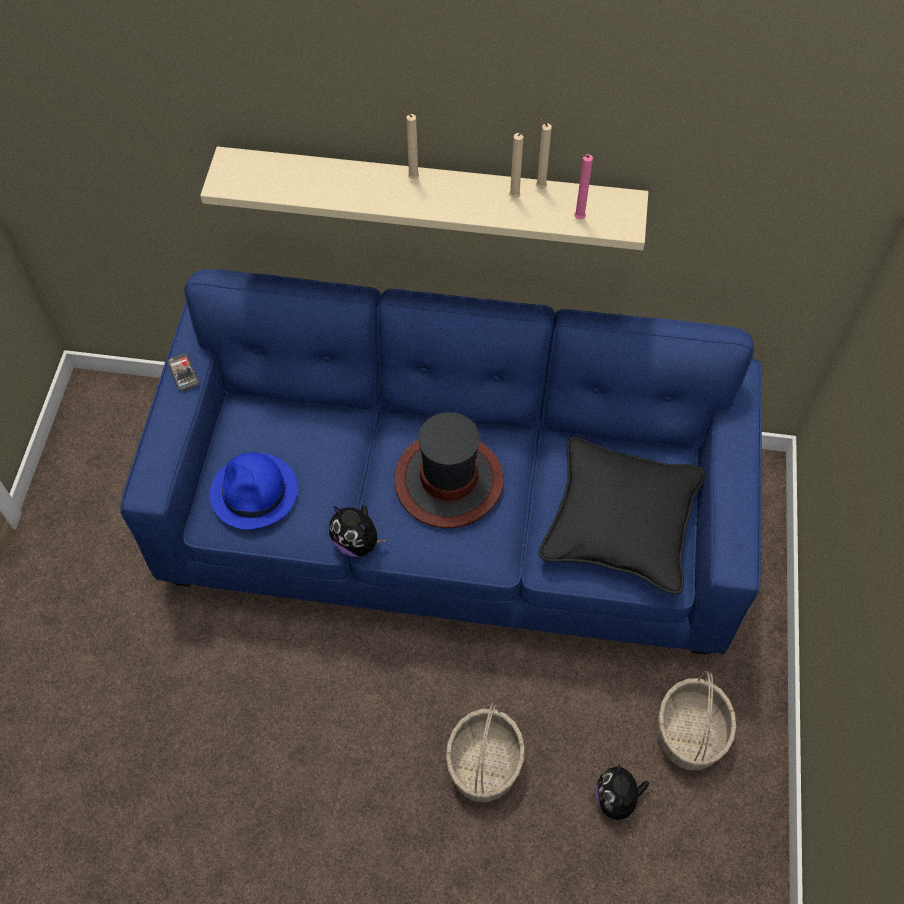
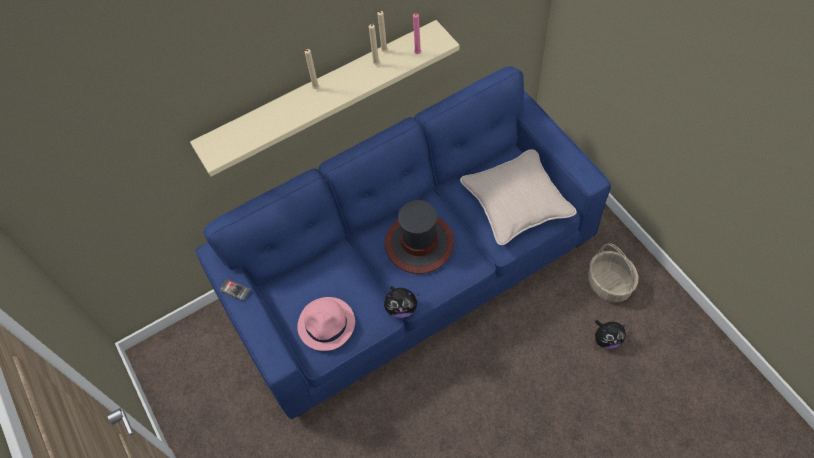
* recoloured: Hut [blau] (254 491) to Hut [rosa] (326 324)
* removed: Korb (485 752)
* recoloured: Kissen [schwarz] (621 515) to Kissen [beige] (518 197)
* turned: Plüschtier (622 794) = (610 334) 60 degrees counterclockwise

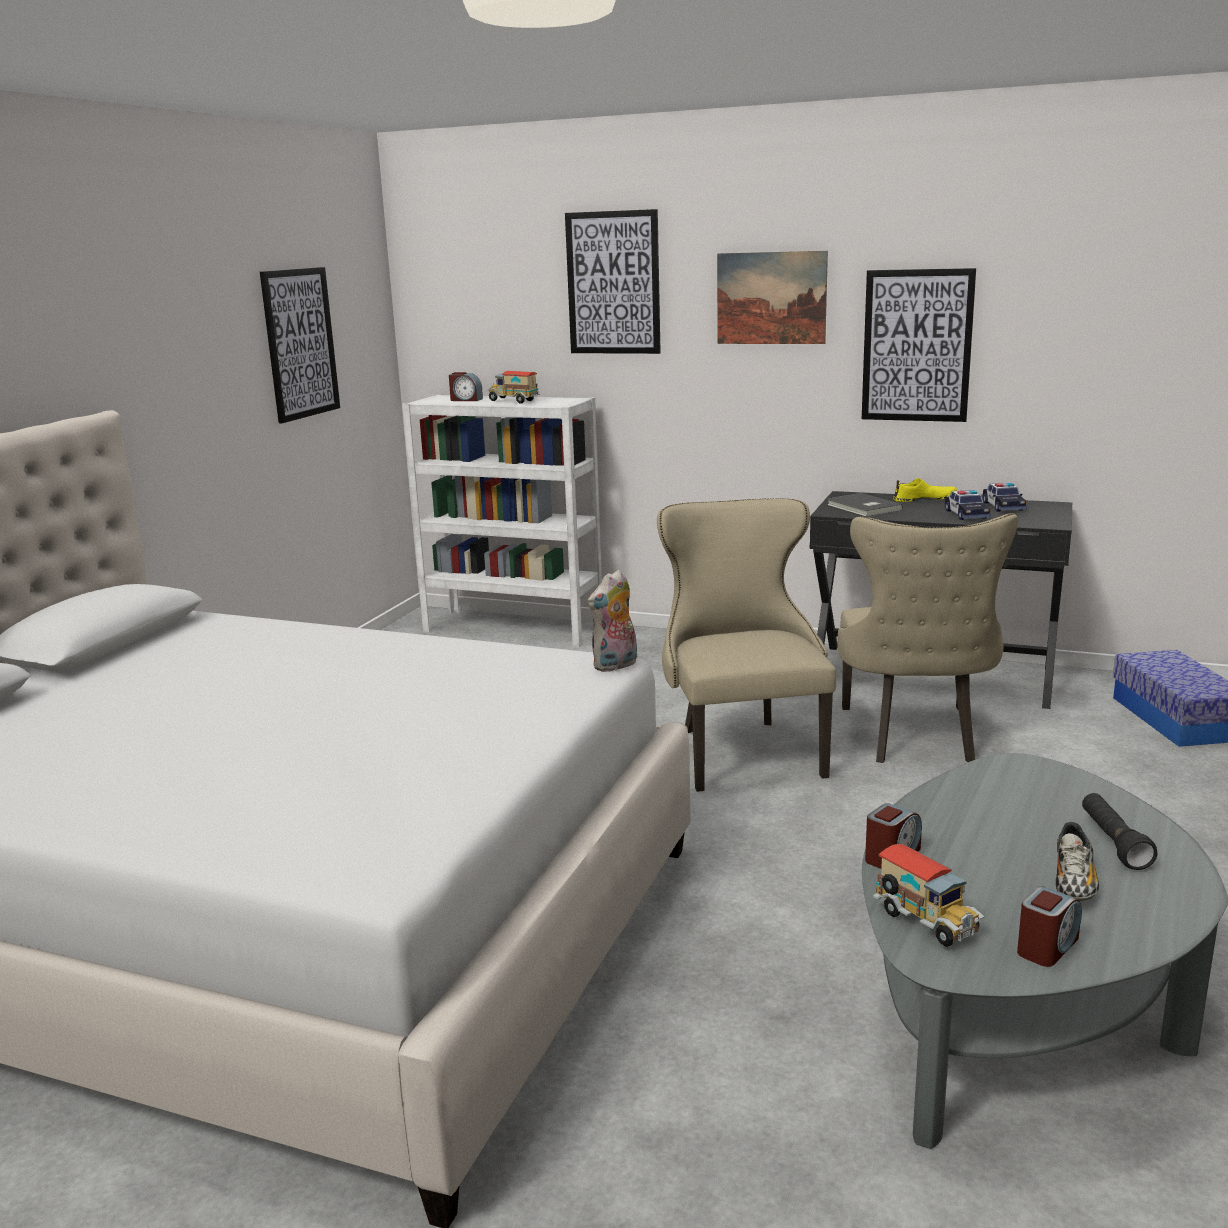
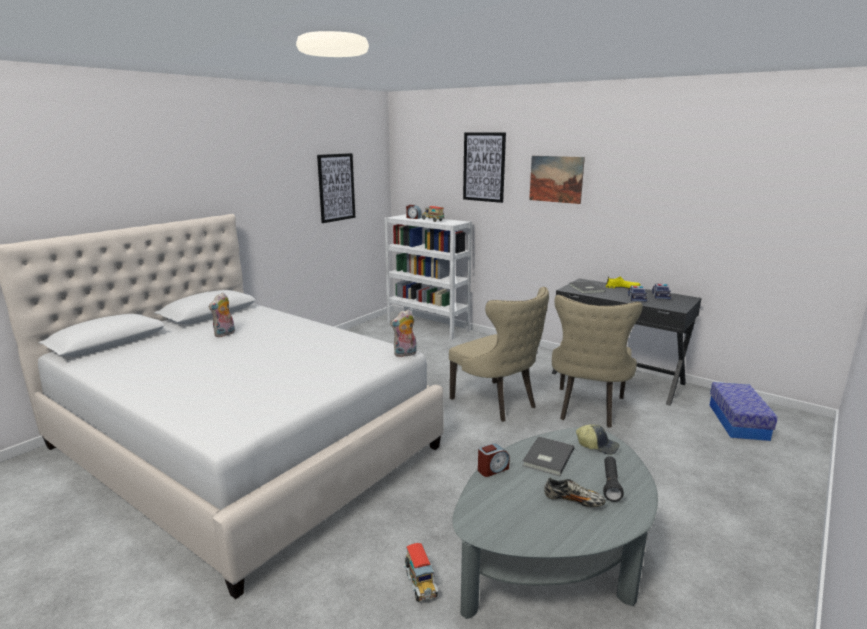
* turned: Stuhl [beige] (746 645) = (499 354) 135 degrees clockwise
* removed: Bild (919 345)
* moved: Spielzeuglaster (929 895) to (421 572)
* removed: Wecker (1049 926)
* turned: Schuh (1077 861) = (575 492) 105 degrees counterclockwise
* added: Plüschtier (222 314)
* added: Buch [grau] (548 456)
* added: Kappe (598 439)

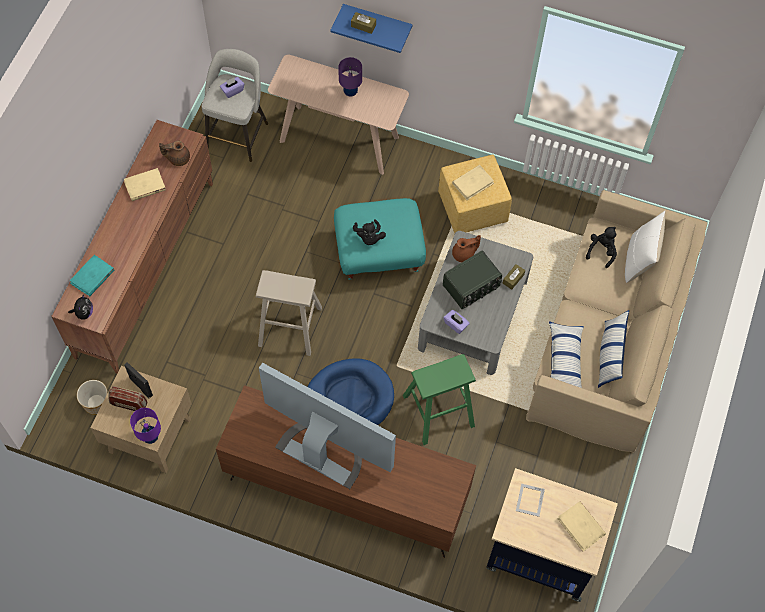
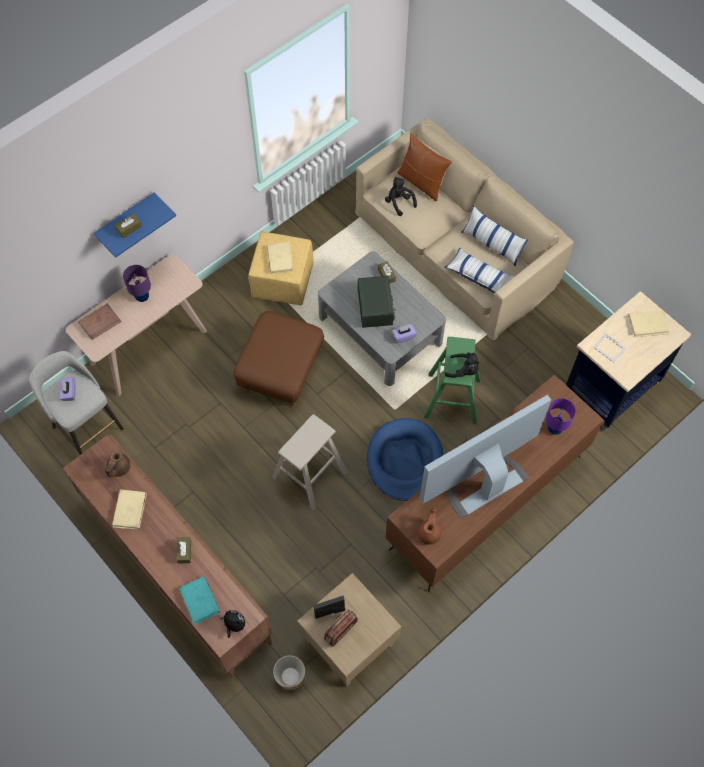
* moved: Tischlampe [lila] (145 426) to (561 416)
* recoloured: Polsterhocker [türkis] (380 239) to Polsterhocker [braun] (279 359)
* moved: Plüschtier [schwarz] (369 232) to (461 365)
* moved: Teekanne [braun] (466 248) to (429 526)
* recoloured: Kissen [weiß] (645 247) to Kissen [braun] (424 167)
* added: Buch [braun] (100 321)
* added: Taschentuchbox [braun] (184 550)

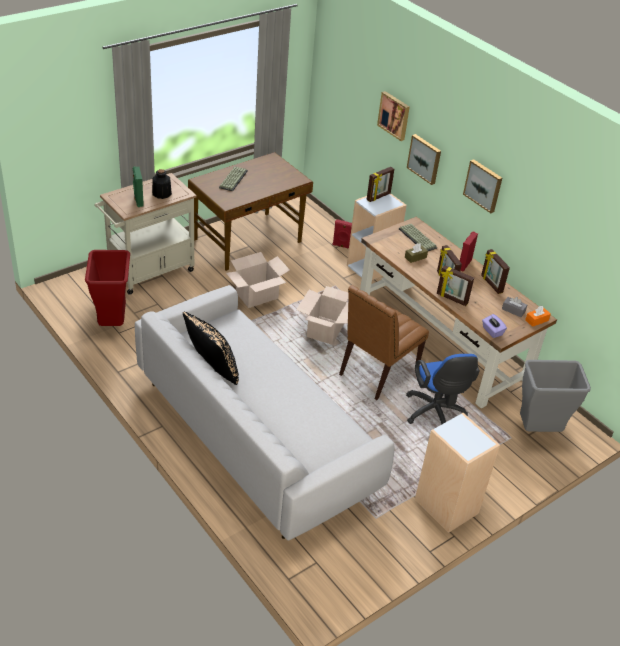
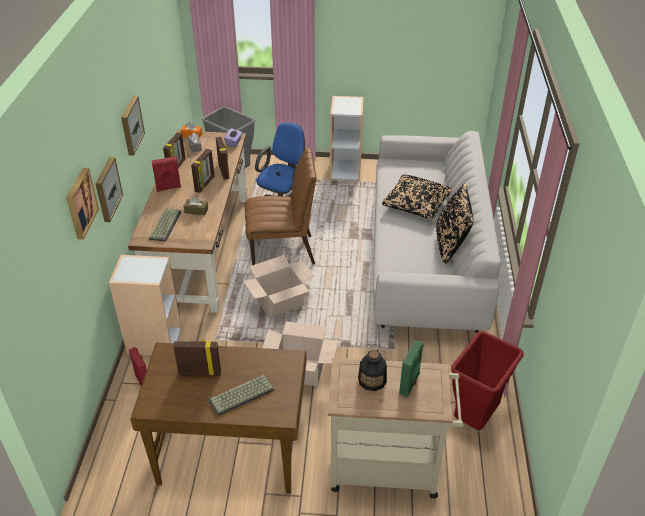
* moved: Bilderrahmen (380 184) to (197 358)
* added: Kissen [schwarz] (417 197)

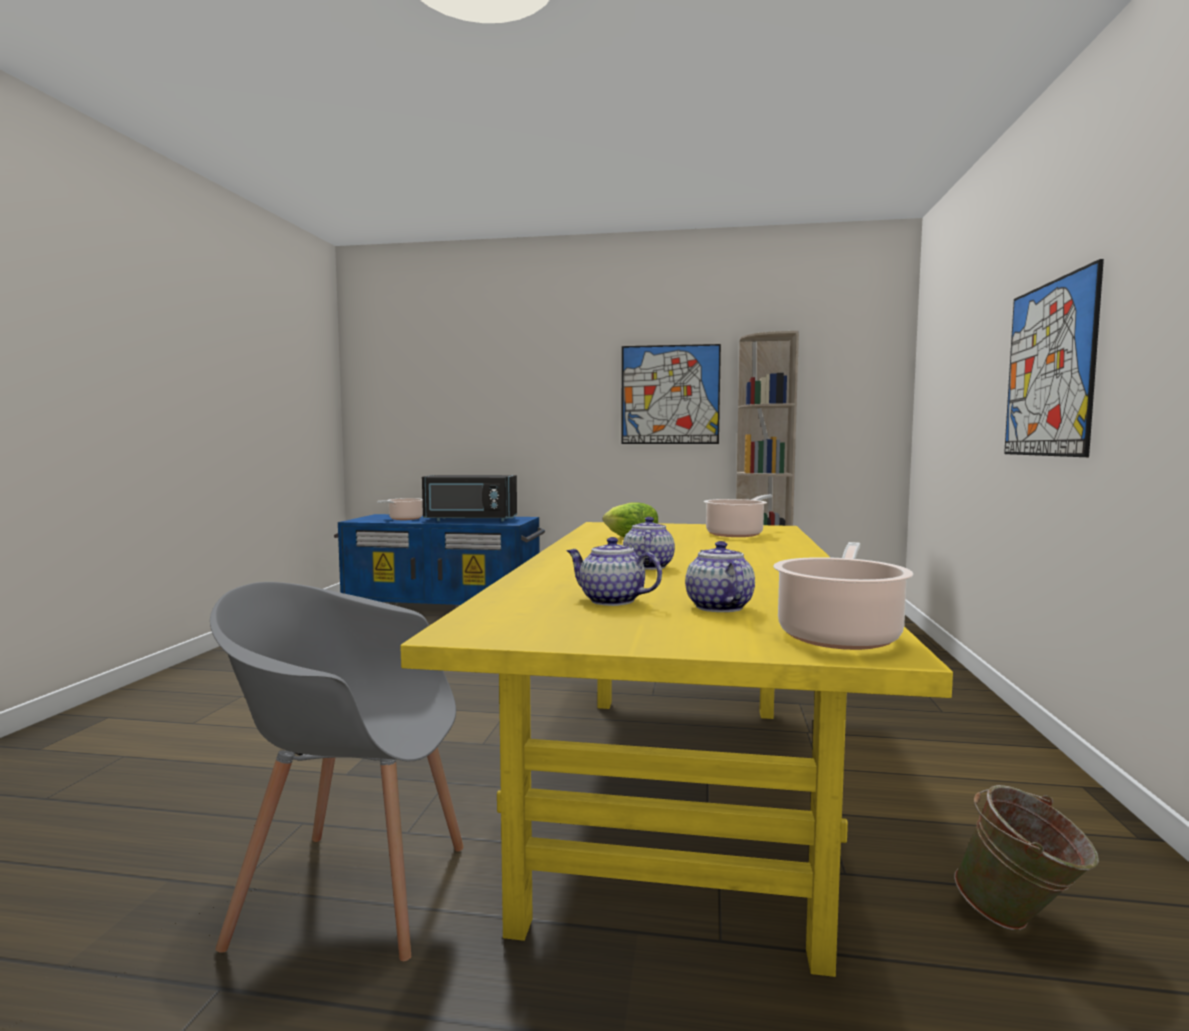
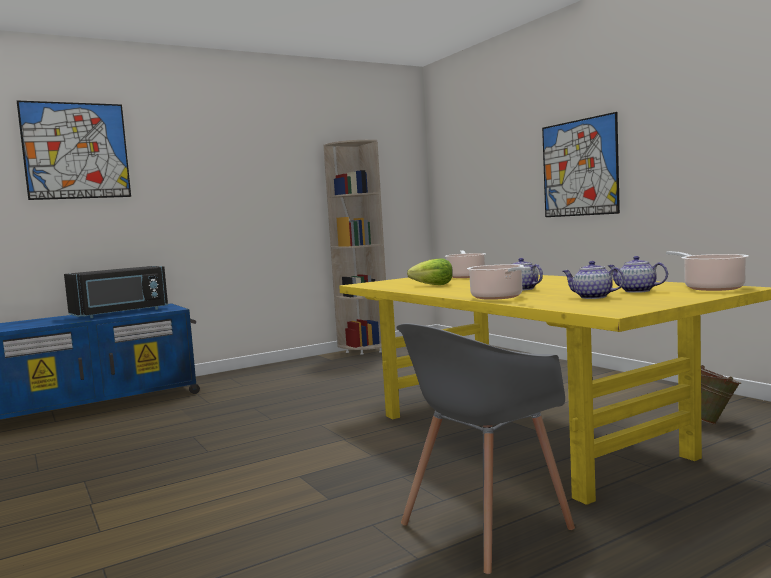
* moved: Kochtopf (400 509) to (498 282)
* turned: Teekanne (614 571) = (594 280) 45 degrees clockwise
* moved: Bild (671 394) to (74 150)

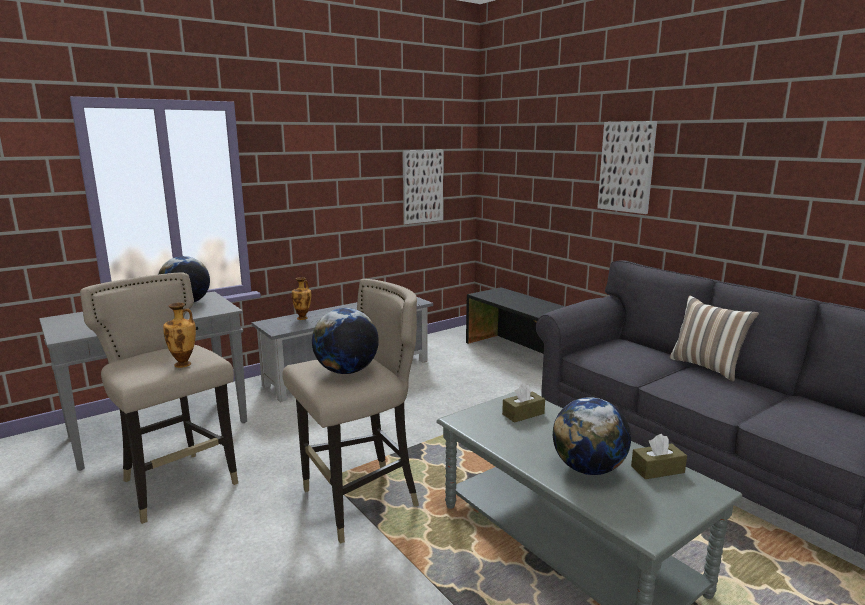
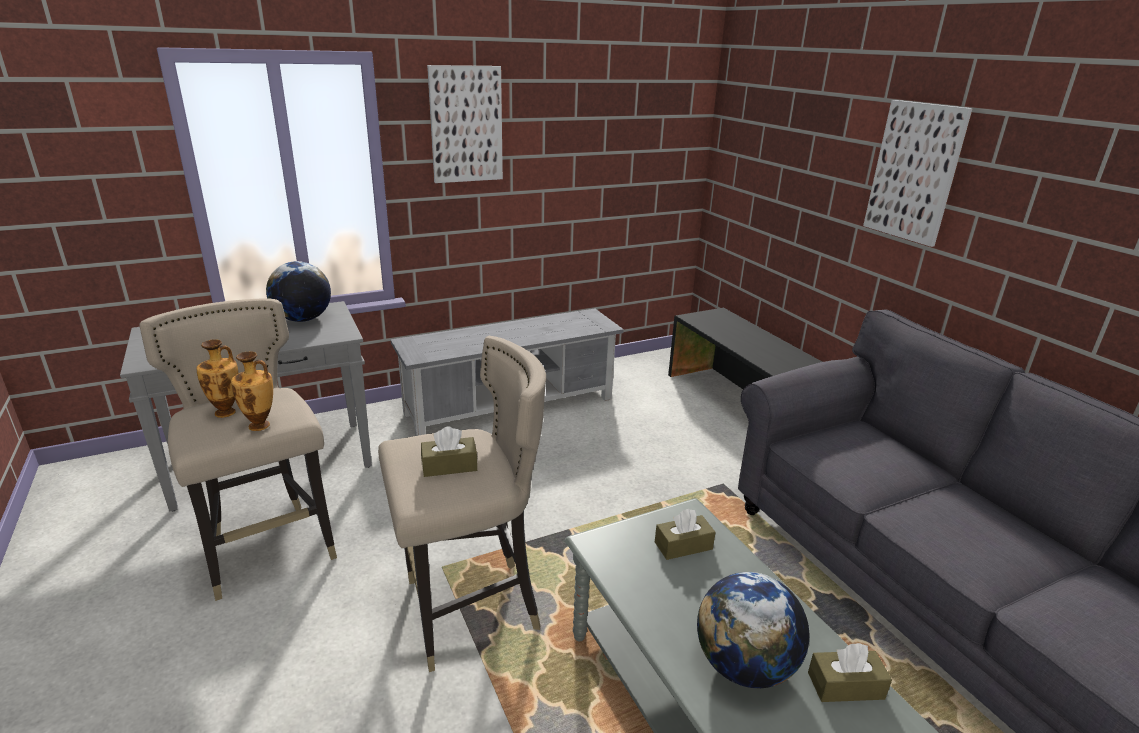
* moved: Vase (301 298) to (217 378)
* replaced: Globus (345 341) to Taschentuchbox [braun] (449 451)
* moved: Bild (423 187) to (465 124)
* removed: Kissen (714 338)

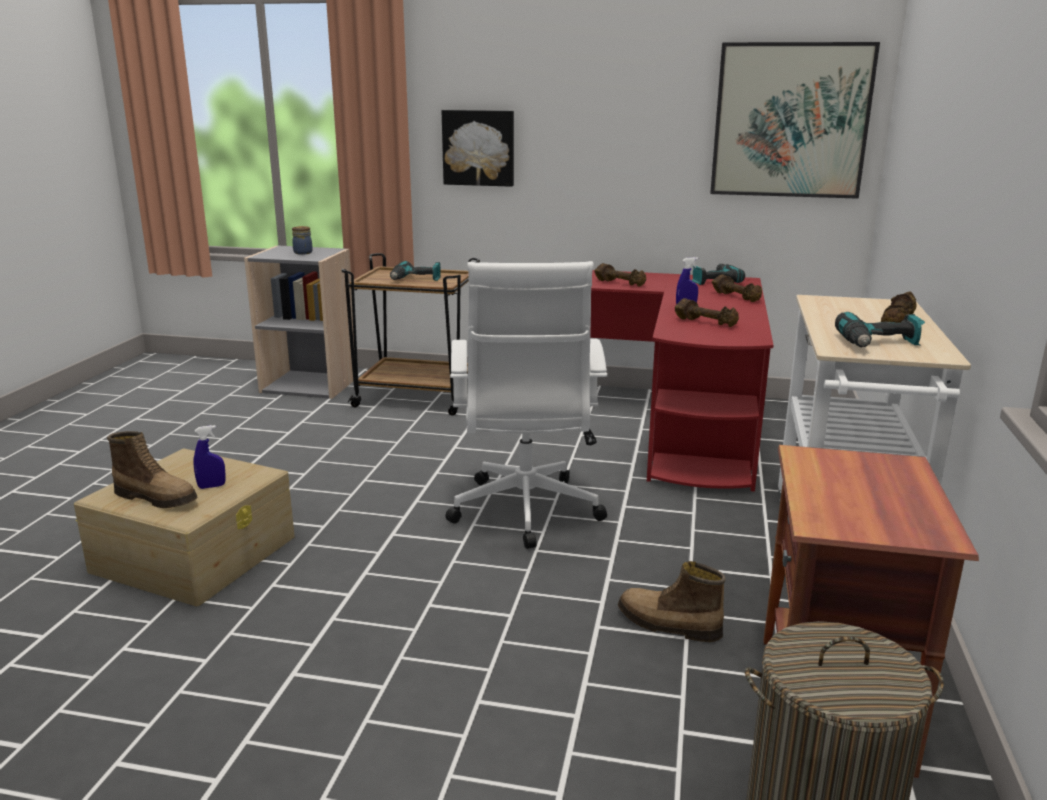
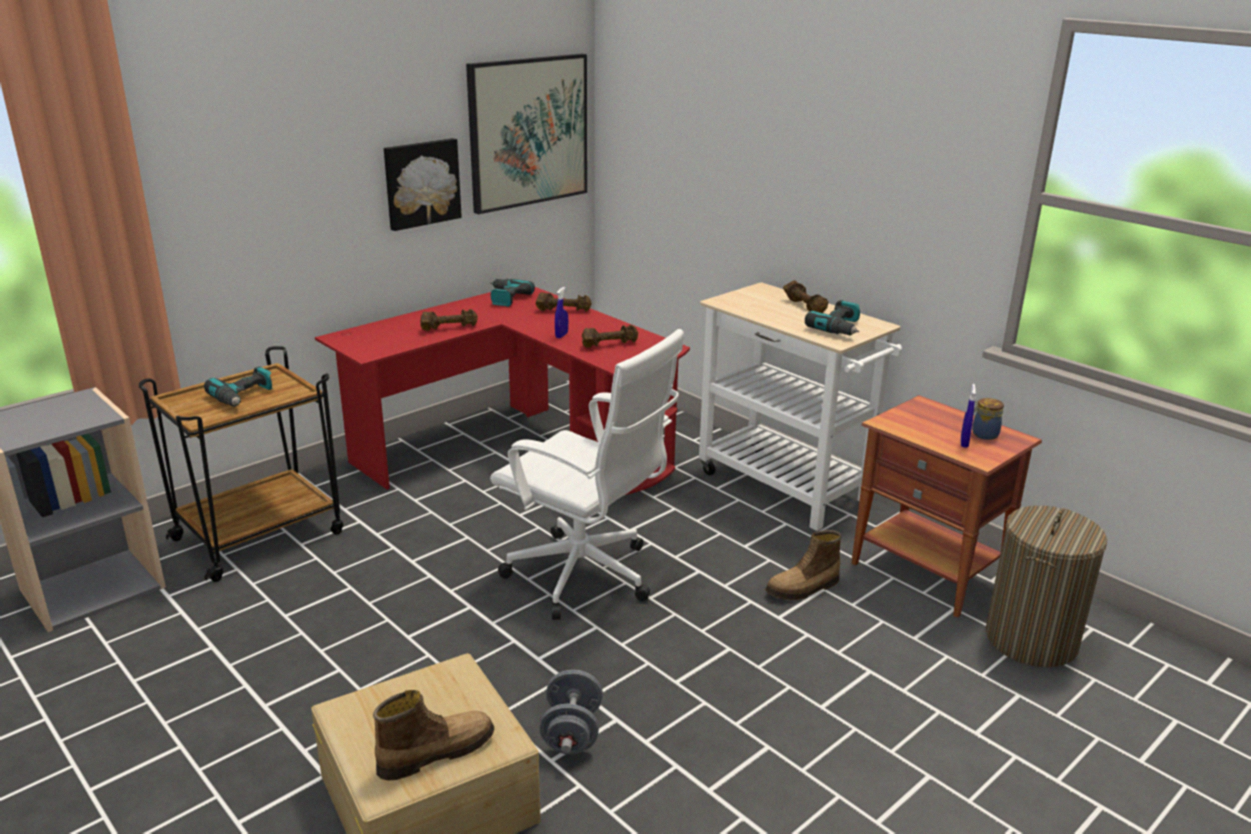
* moved: Sprühflasche [blau] (209 457) to (968 416)
* moved: Vorratsglas (302 240) to (988 419)
* moved: Bild (478 148) to (423 184)
* added: Hantel [grau] (571 712)

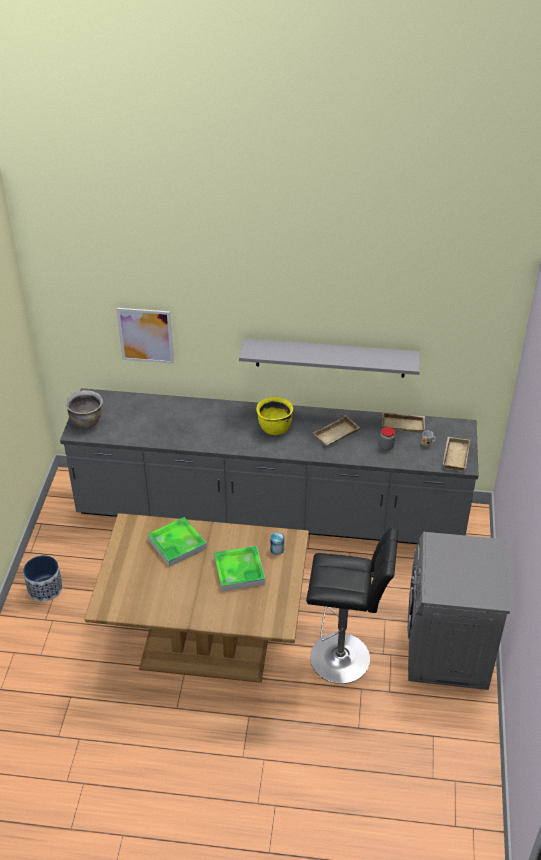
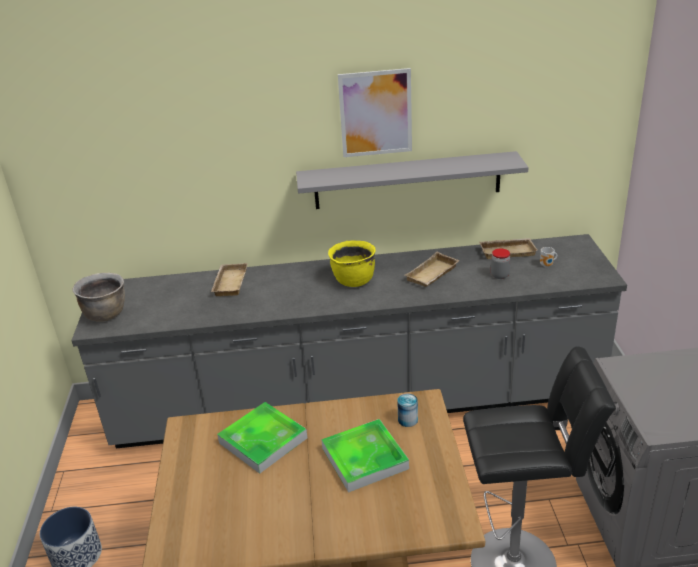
* moved: Bild (145 336) to (375 112)
* moved: Tablett [beige] (456 454) to (229 279)

